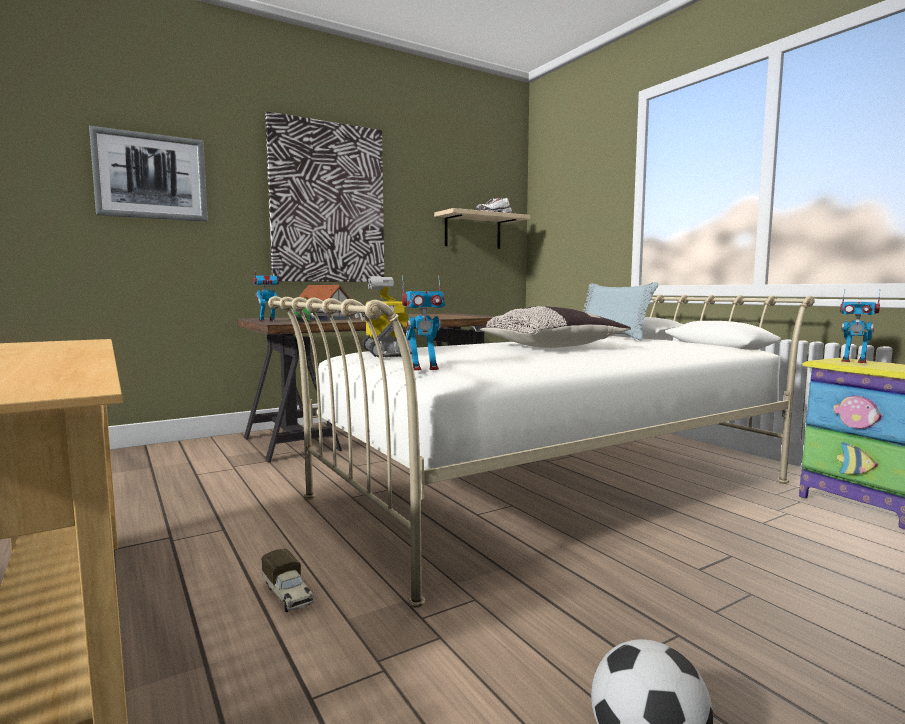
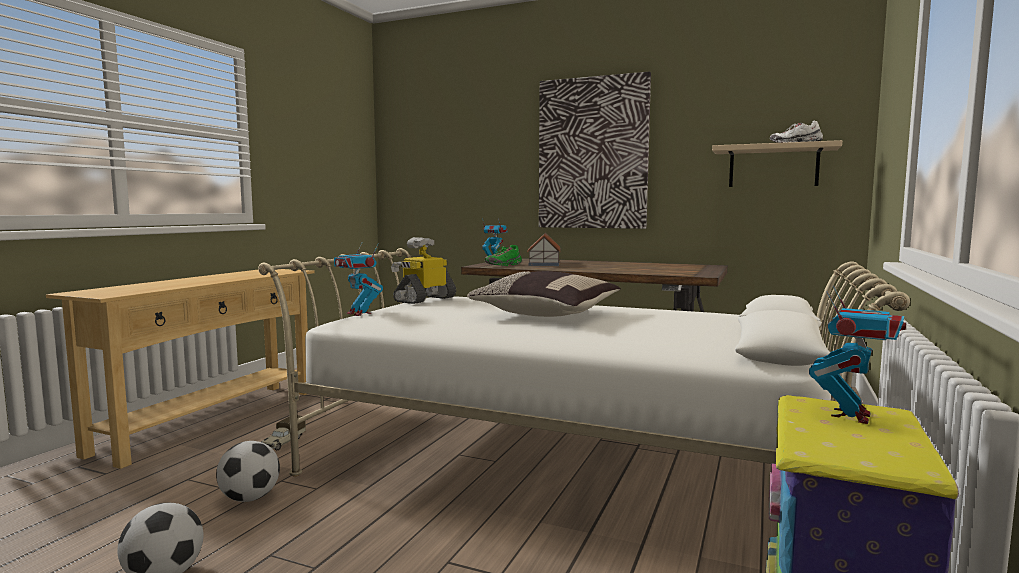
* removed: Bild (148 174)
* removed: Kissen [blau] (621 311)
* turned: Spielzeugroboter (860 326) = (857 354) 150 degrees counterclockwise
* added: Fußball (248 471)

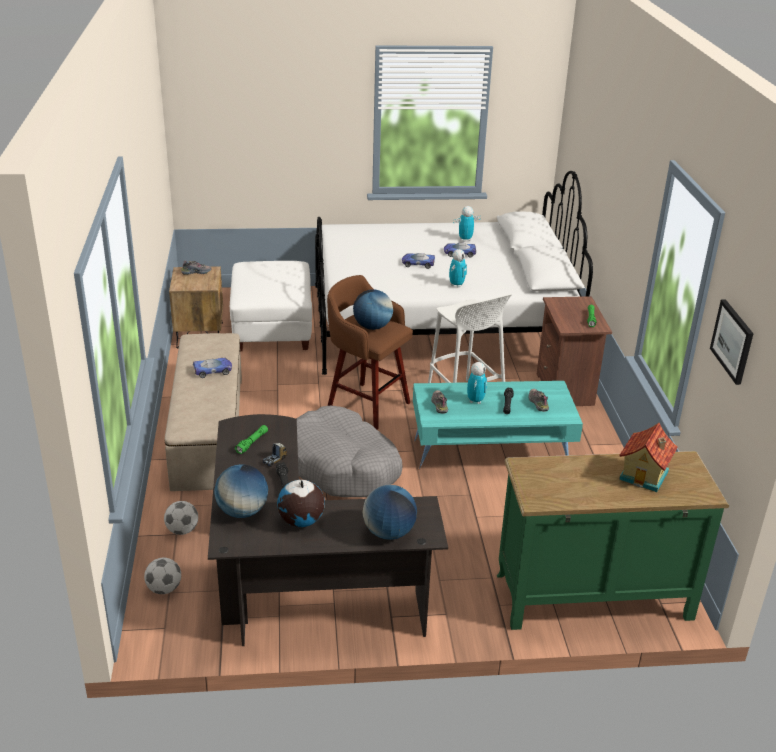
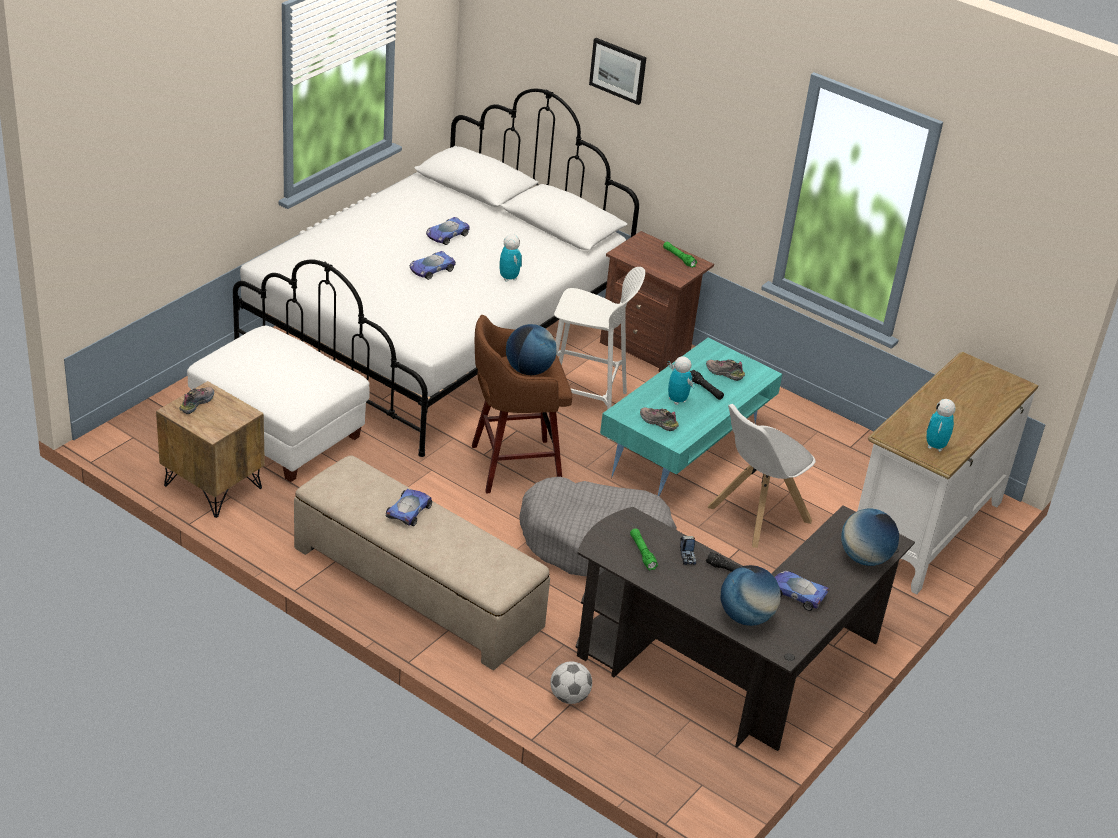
* removed: Fußball (162 576)
* replaced: Globus (301 503) to Spielzeugauto (802 590)
* moved: Spielzeugroboter (467 223) to (941 425)
* recoloured: Kommode [grün] (613 540) to Kommode [weiß] (948 473)
* removed: Spielzeughaus (648 457)
* moved: Bild (732 342) to (617 71)
* added: Stuhl (761 476)

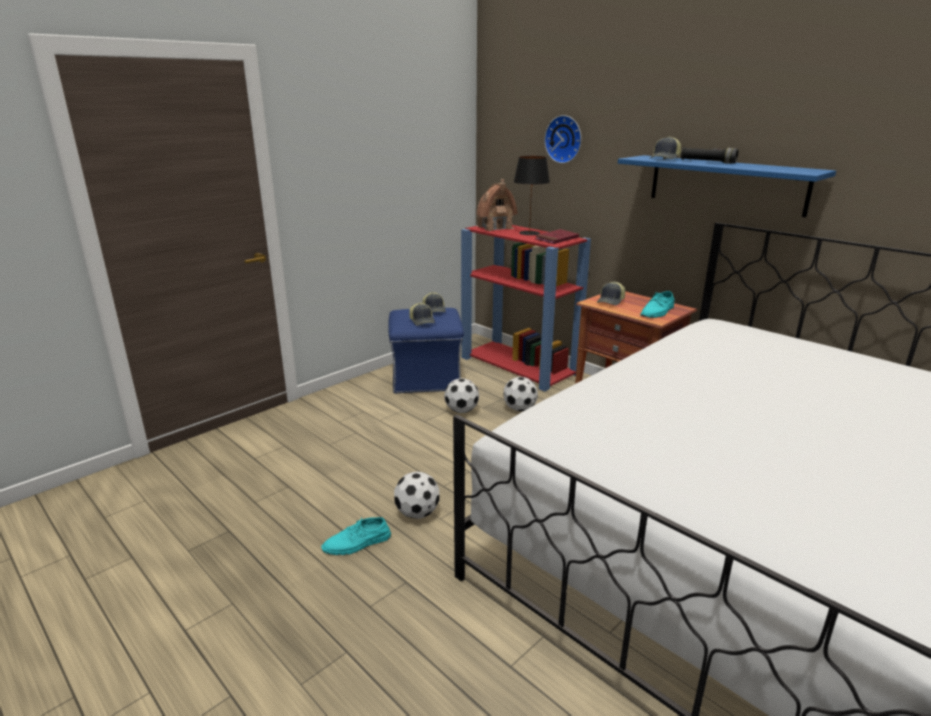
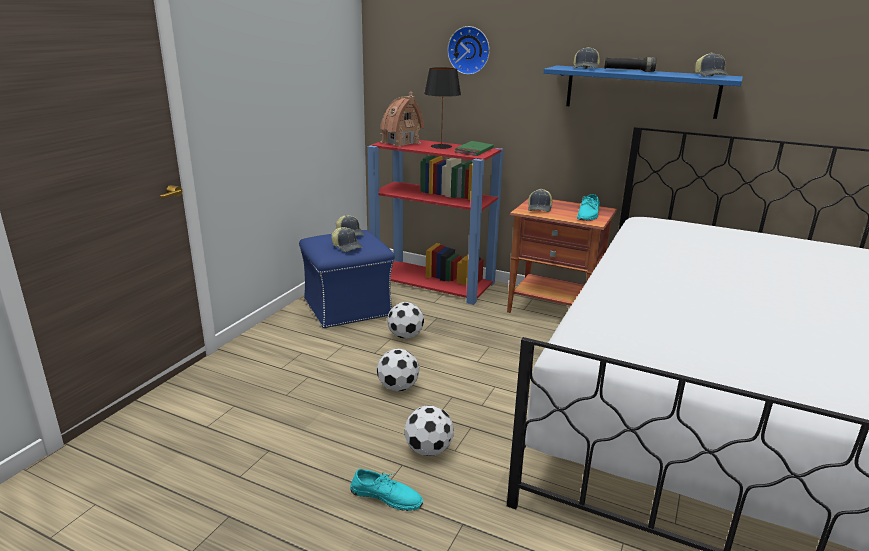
* turned: Schuh [türkis] (356 536) = (386 490) 120 degrees counterclockwise
* moved: Fußball (520 394) to (398 370)
* recoloured: Buch [rot] (557 236) to Buch [grün] (474 148)
* added: Kappe (712 65)

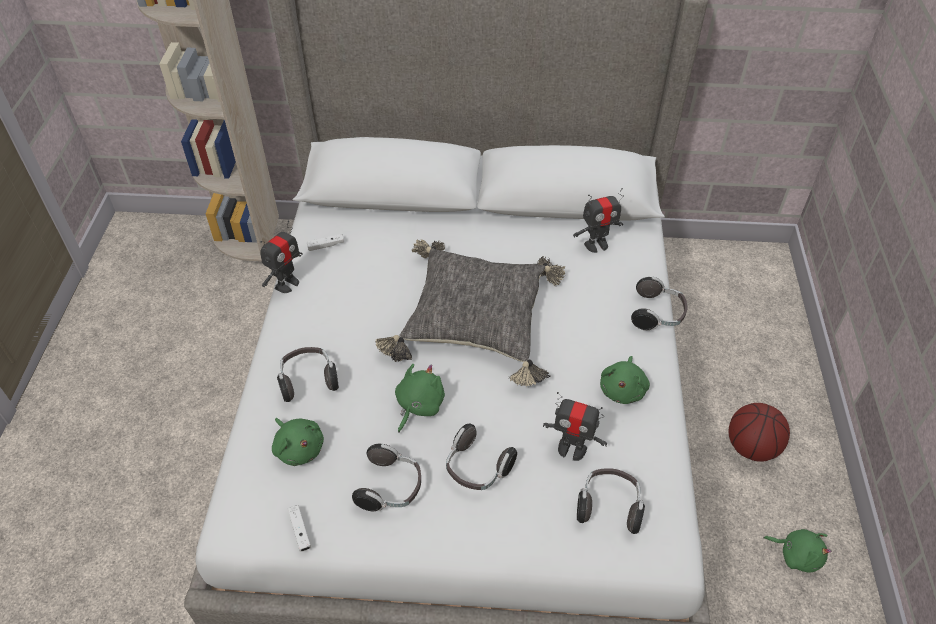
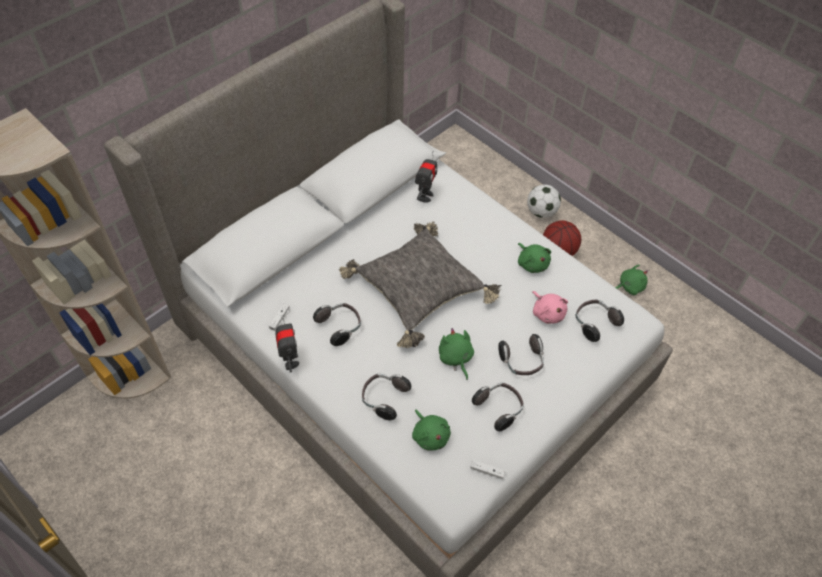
* turned: Plüschtier [grün] (298 442) = (431 430) 60 degrees clockwise
* replaced: Spielzeugroboter (575 426) to Plüschtier [rosa] (550 307)
* moved: Kopfhörer (659 304) to (337 324)
* added: Fußball (544 201)

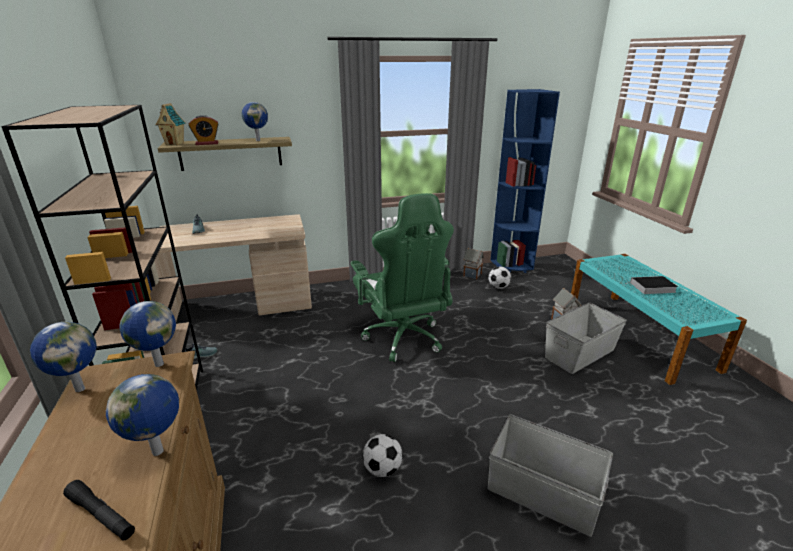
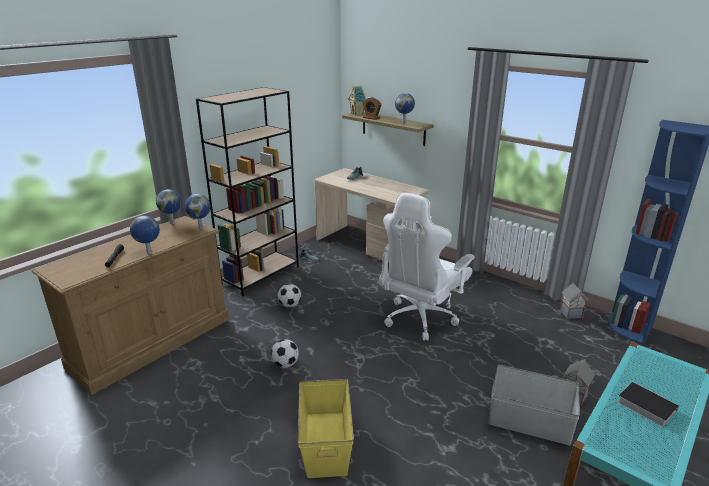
* recoloured: Bürostuhl [grün] (402 277) to Bürostuhl [weiß] (427 267)
* recoloured: Aufbewahrungsbox [grau] (550 476) to Aufbewahrungsbox [gelb] (326 428)
* moved: Fußball (500 277) to (289 295)

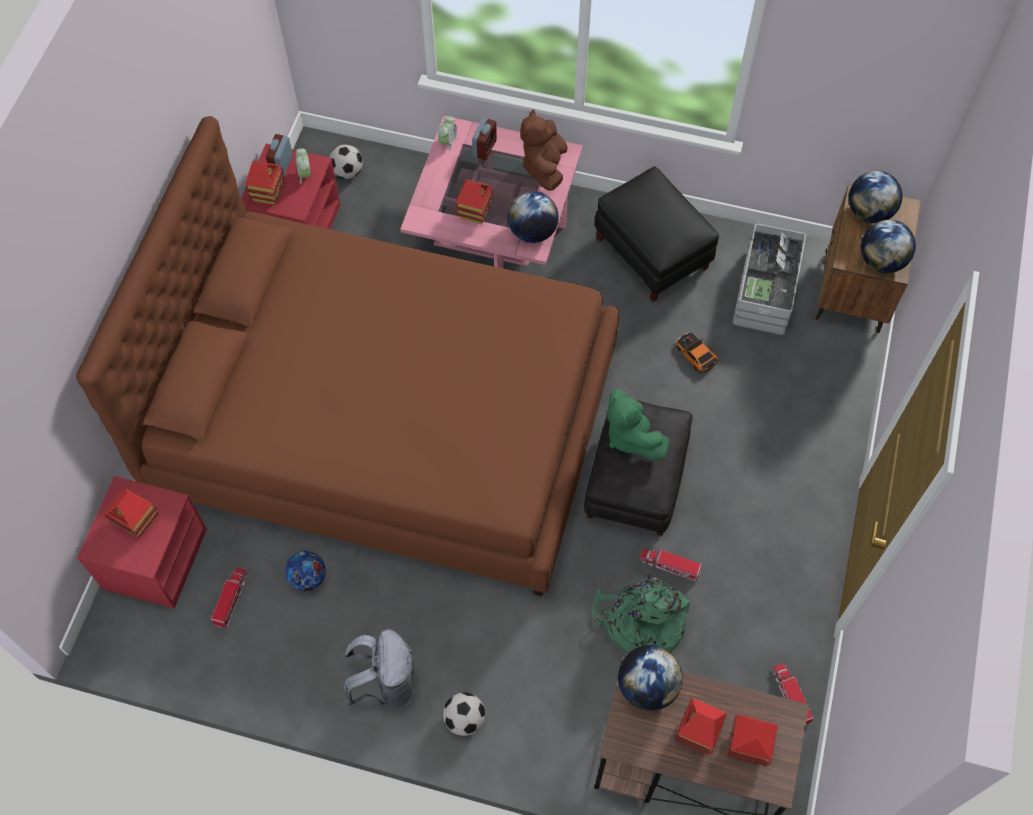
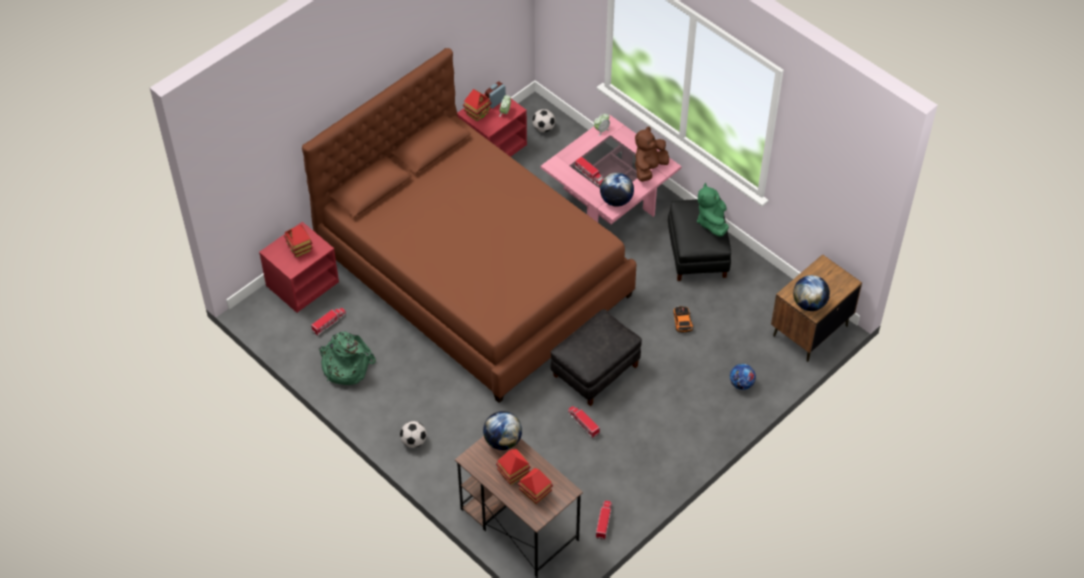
* moved: Fußball (305 571) to (743 377)
* removed: Rucksack [grau] (379 669)
* replaced: Spielzeughaus (474 201) to Spielzeuglaster (589 171)
* removed: Wecker (484 139)
* moved: Rucksack [grün] (641 613) to (347 358)
* moved: Plüschtier [grün] (638 424) to (713 210)
* removed: Aufbewahrungsbox [grau] (769 279)
* removed: Globus (876 197)

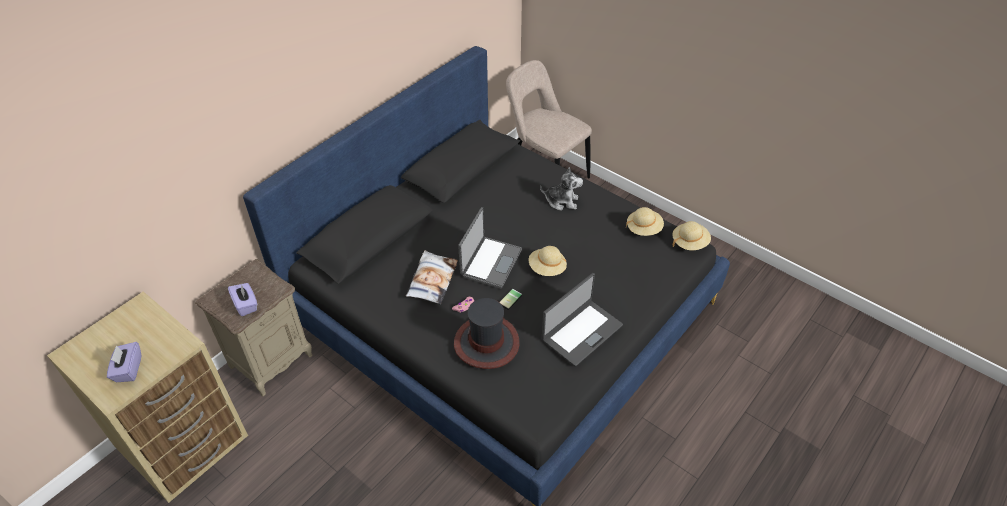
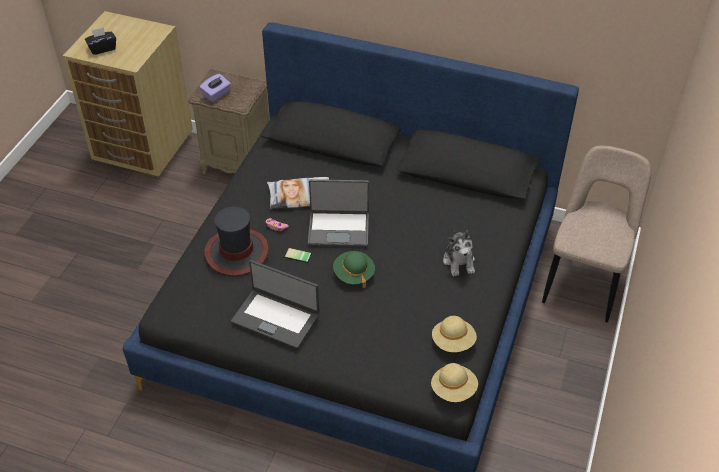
* recoloured: Taschentuchbox [lila] (124 362) to Taschentuchbox [schwarz] (100 41)
* recoloured: Hut [beige] (548 261) to Hut [grün] (354 269)

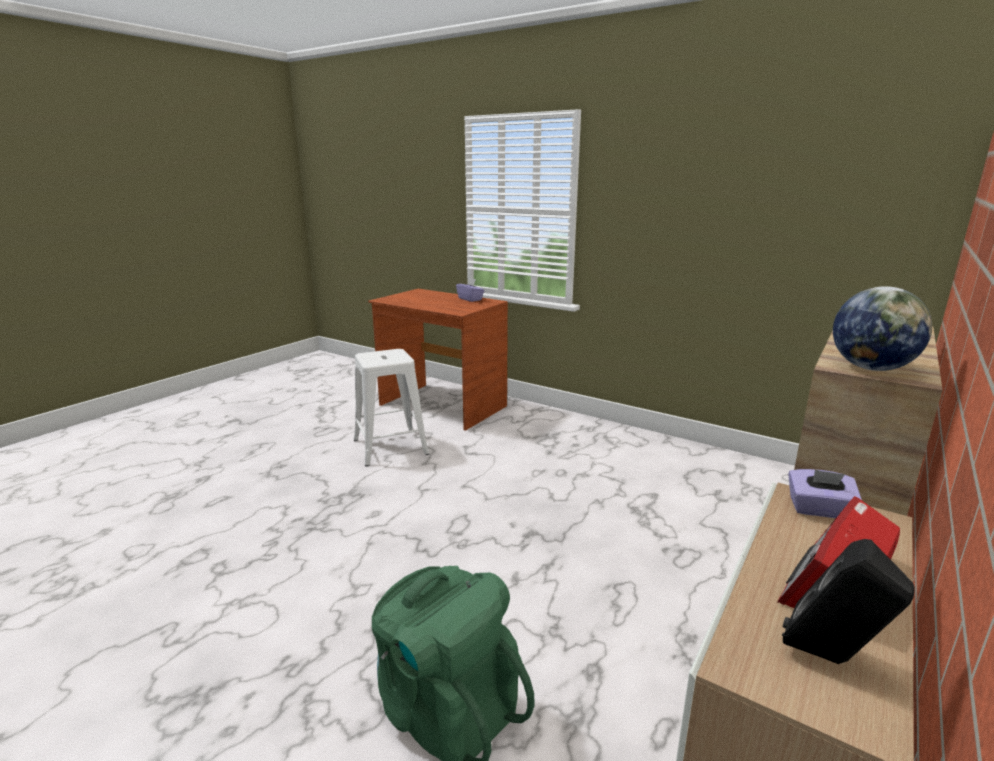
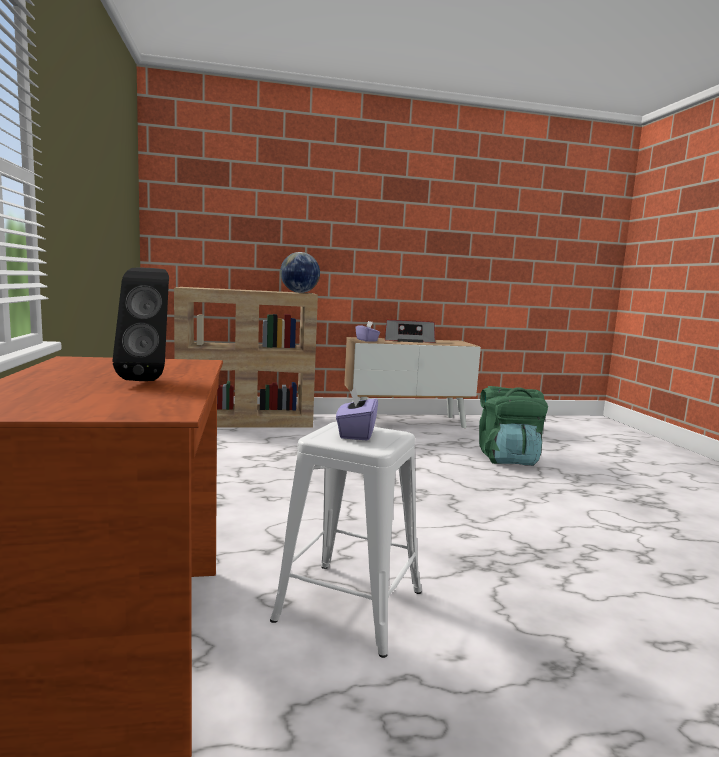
* moved: Taschentuchbox [lila] (470 290) to (357 414)
* moved: Lautsprecher [schwarz] (848 601) to (141 324)

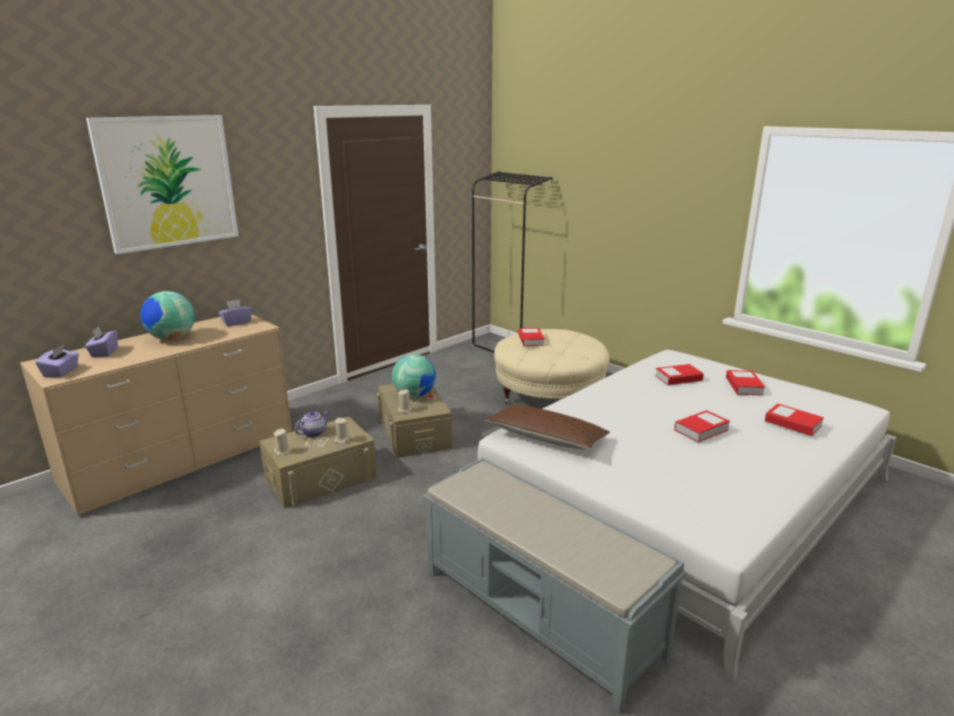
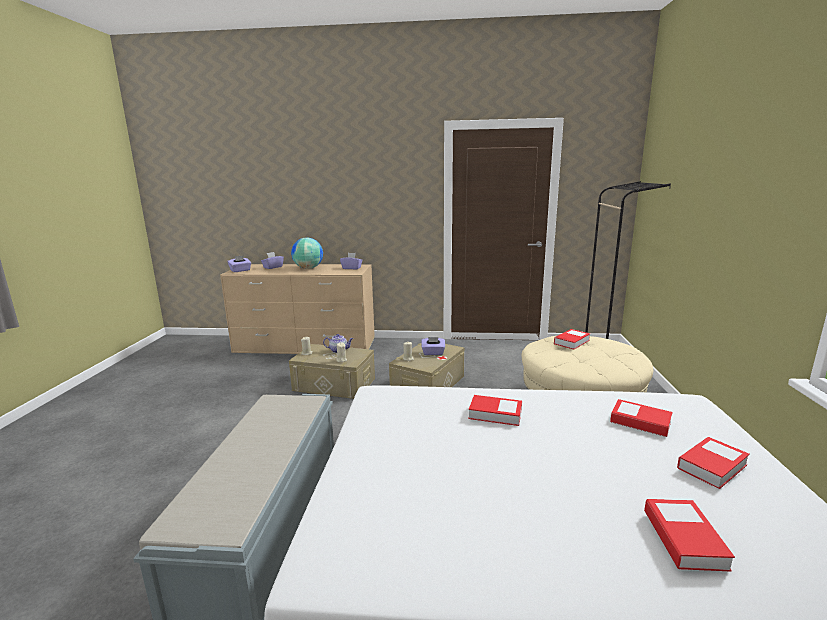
* removed: Bild (162 184)
* replaced: Globus (414 376) to Taschentuchbox [lila] (433 346)
* removed: Kissen [braun] (547 427)
* moved: Buch (702 426) to (495 410)

